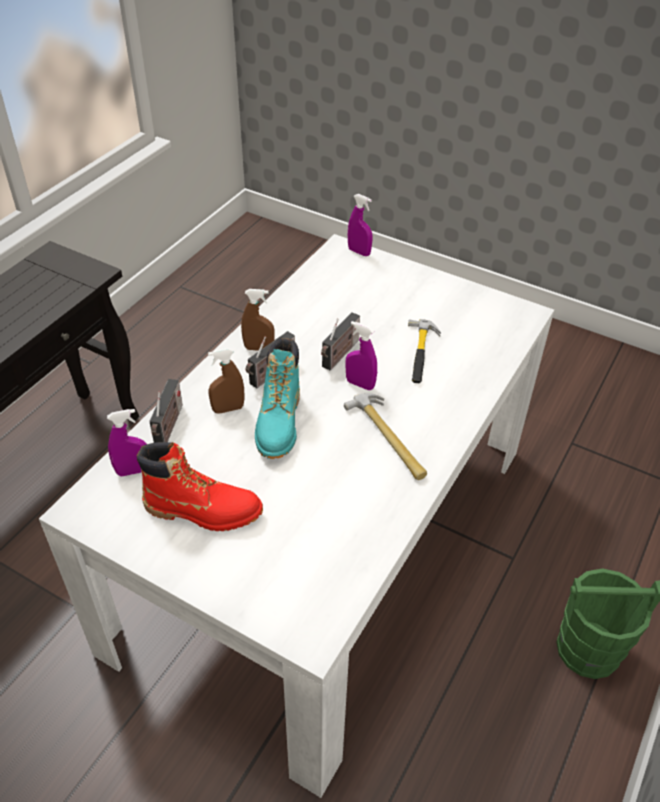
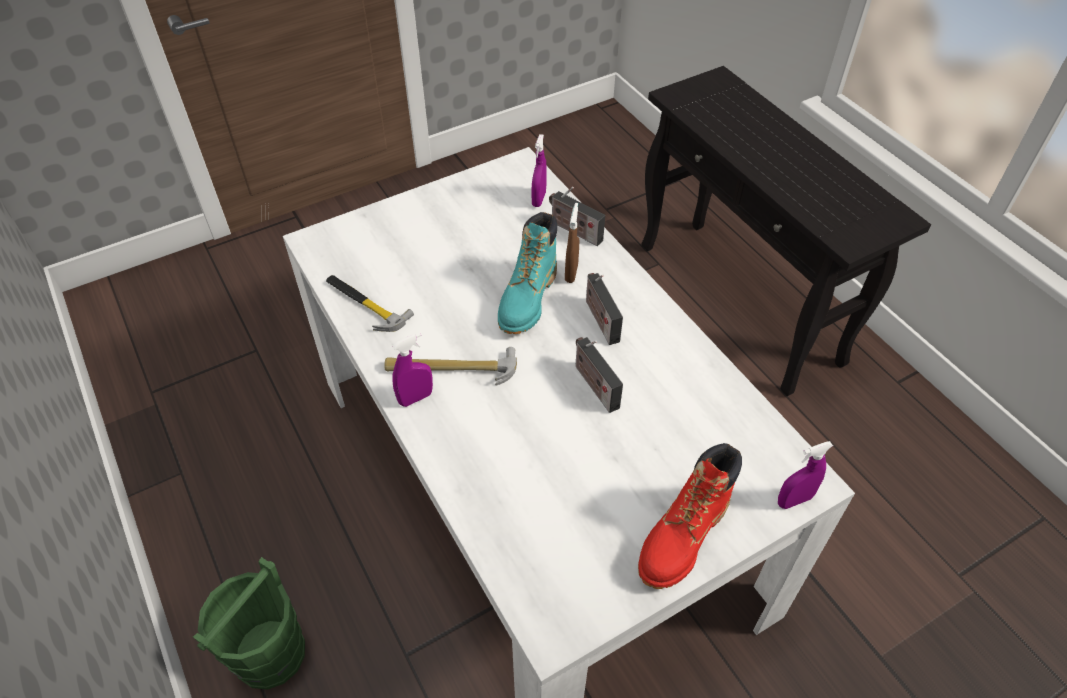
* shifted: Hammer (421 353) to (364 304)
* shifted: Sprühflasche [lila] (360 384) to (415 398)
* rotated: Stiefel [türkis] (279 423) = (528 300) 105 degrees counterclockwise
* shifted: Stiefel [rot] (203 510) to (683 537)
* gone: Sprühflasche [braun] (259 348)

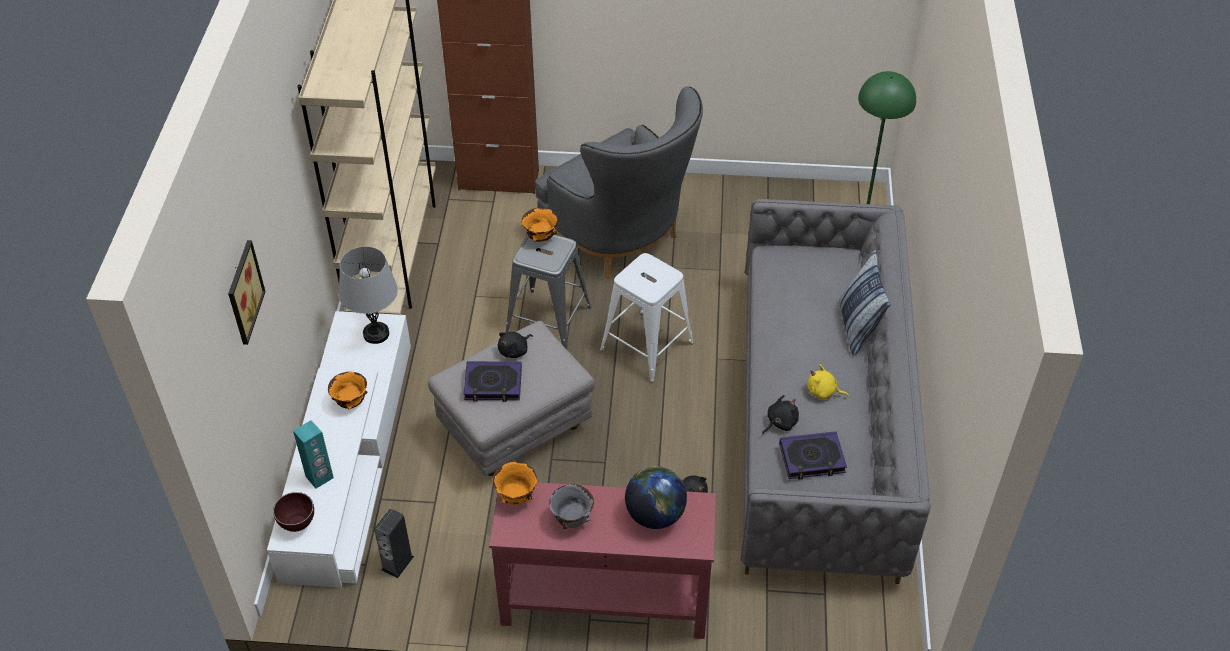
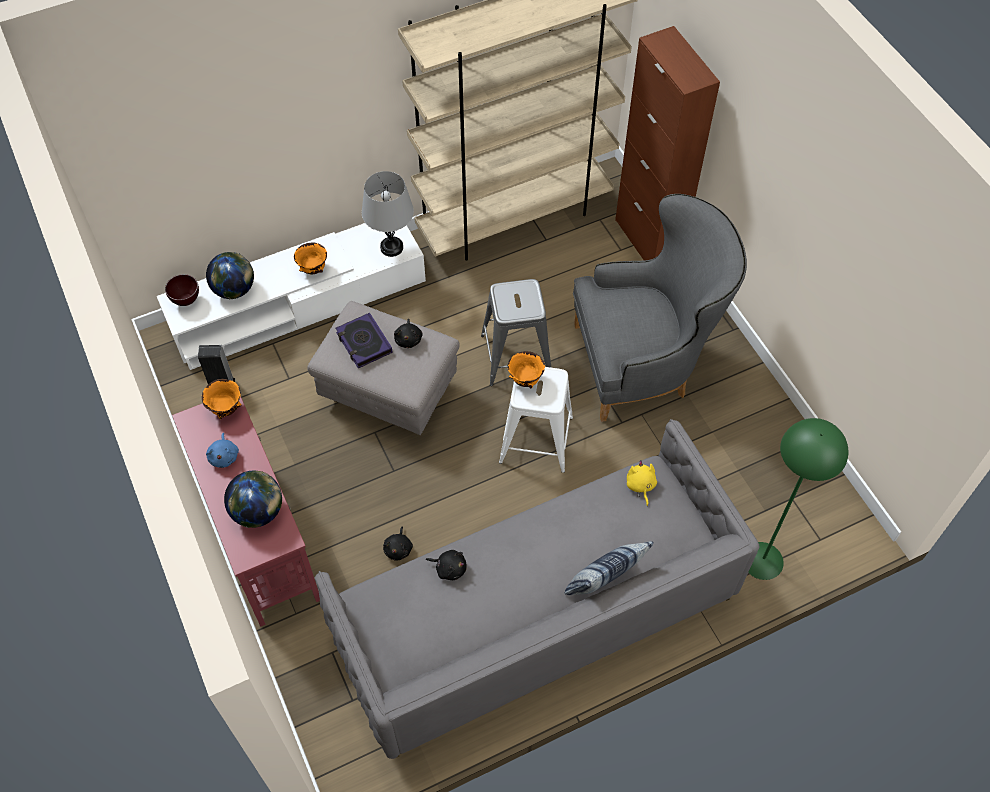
* swapped: Lautsprecher [türkis] (319 477) to Globus (234 290)
* swapped: Schüssel [grau] (572 519) to Plüschtier [blau] (224 456)
* rotated: Plüschtier [schwarz] (515 350) = (408 339) 105 degrees counterclockwise
* shifted: Schüssel [orange] (540 238) to (525 380)
* rotated: Sessel [grau] (623 242) = (644 363) 120 degrees counterclockwise
* shifted: Plüschtier [gelb] (823 392) to (640 486)
* gone: Bild (241 292)
* gone: Buch (812 459)

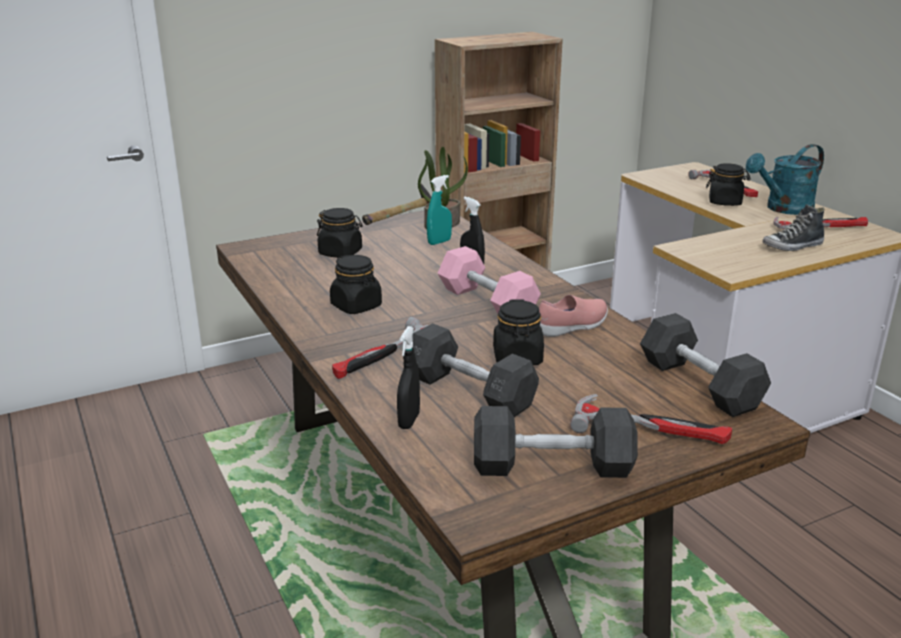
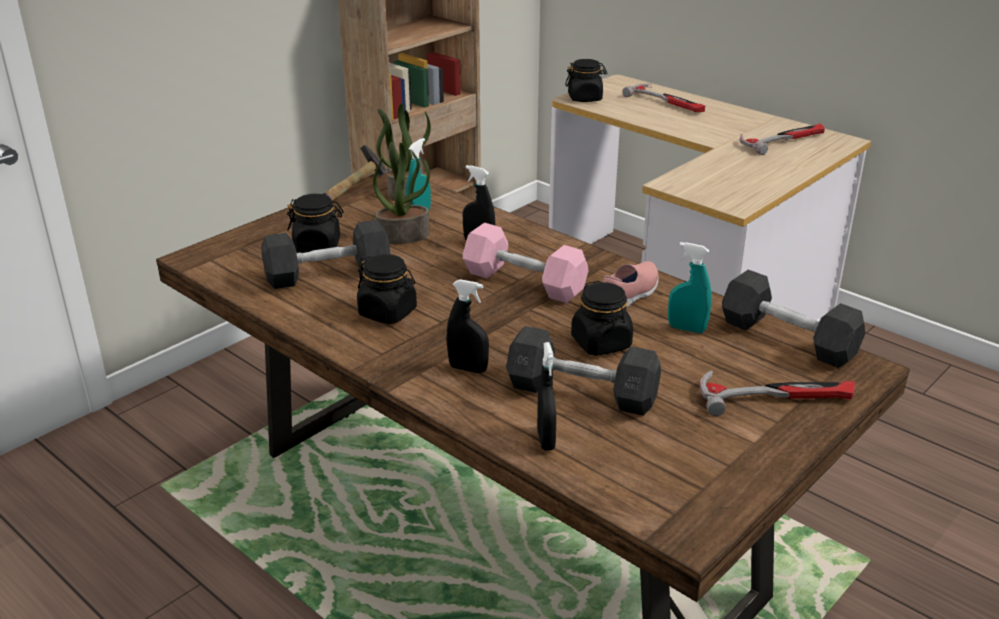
* shifted: Hantel [grau] (552 466) to (328 274)
* new: Topfpflanze (403 235)
* swapped: Hammer (387 356) to Sprühflasche [schwarz] (468 368)
* shifted: Vorratsglas [schwarz] (725 202) to (585 98)
* new: Sprühflasche [türkis] (686 329)
* gone: Gießkanne [türkis] (783 209)
* gone: Schuh (793 246)

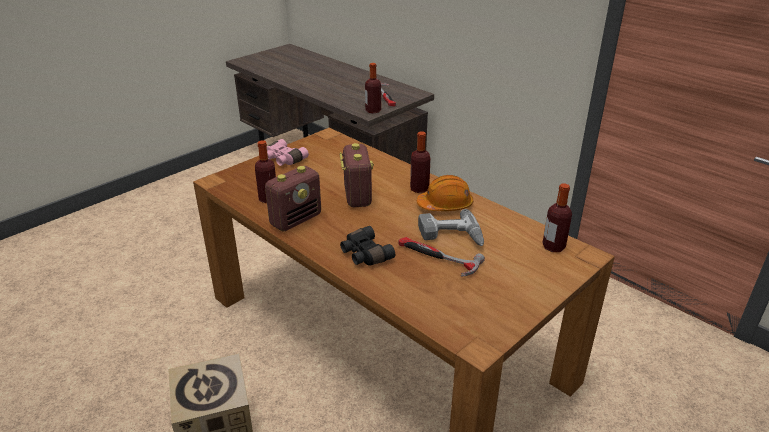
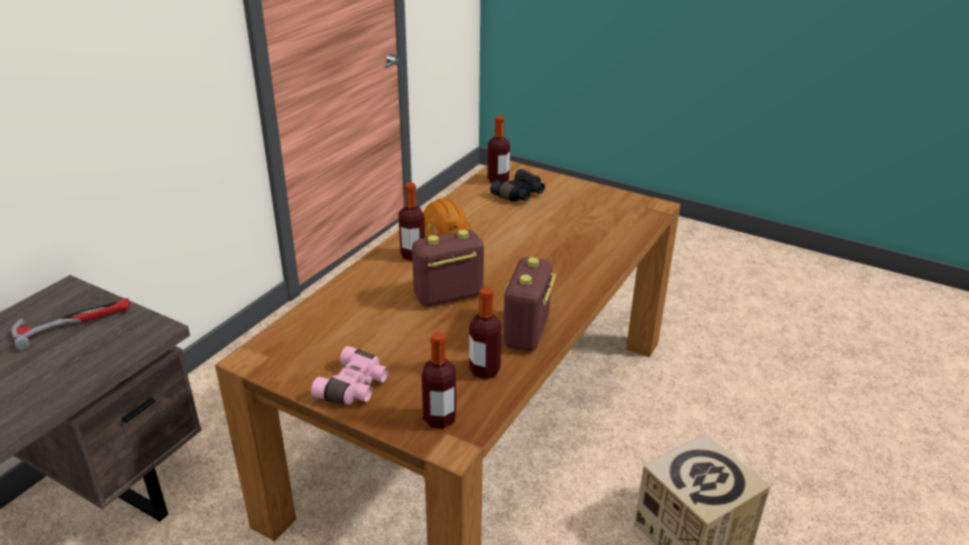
* shifted: Flasche (373 111) to (439 419)
* shifted: Fernglas [schwarz] (364 254) to (520 194)
* rotated: Radio (296 220) = (526 333) 105 degrees counterclockwise
* gone: Hammer (437 258)
* gone: Bohrmaschine (451 237)

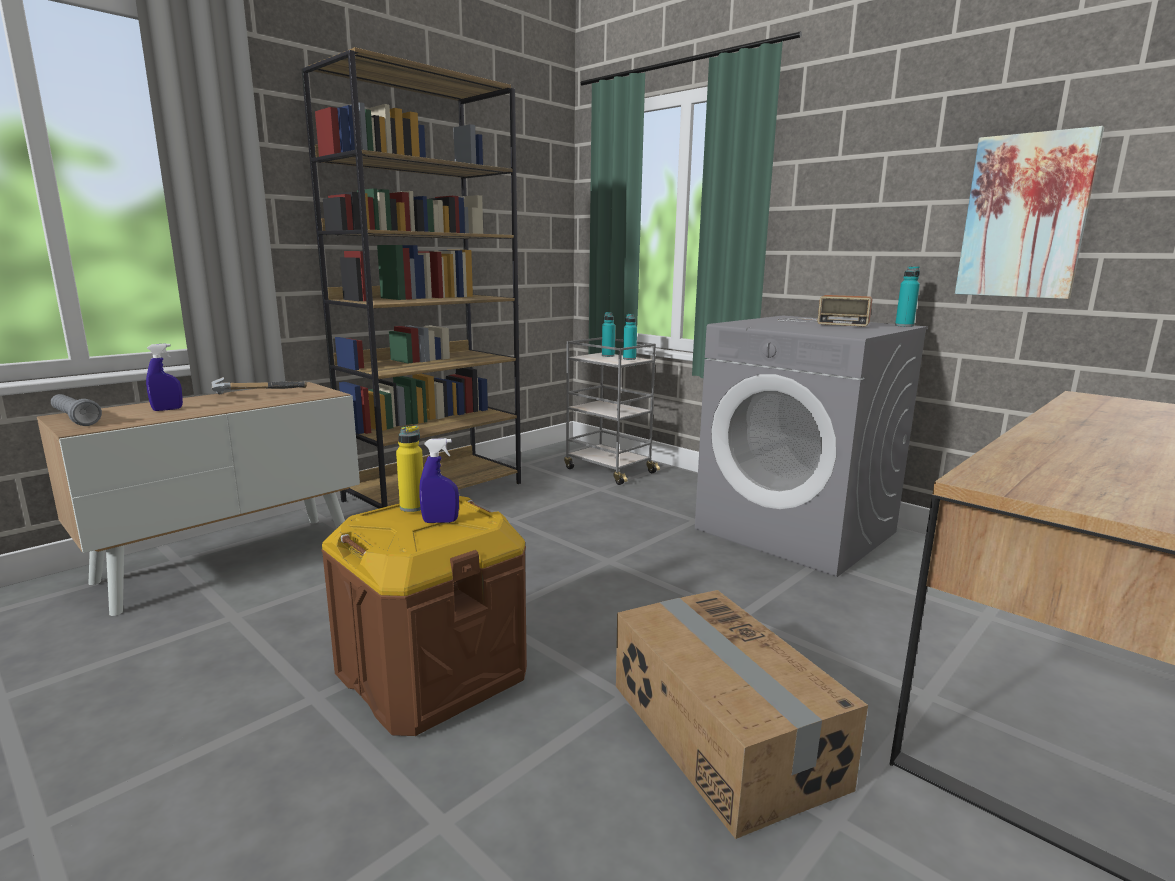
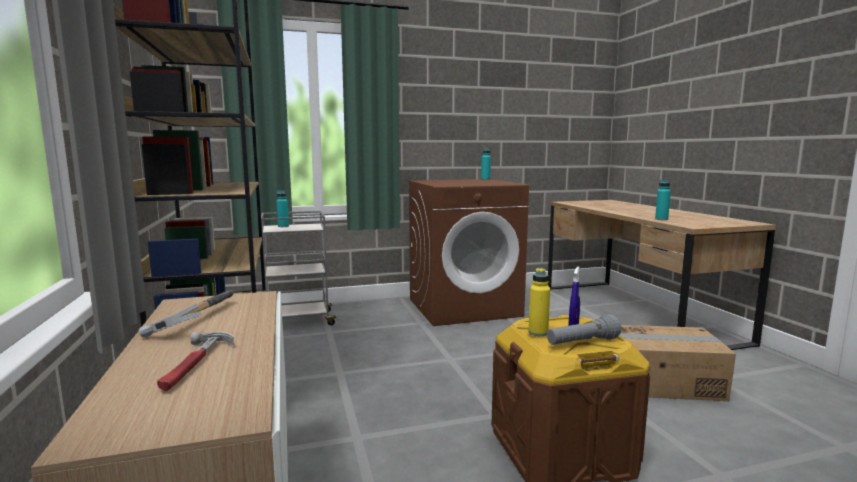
* swapped: Sprühflasche [blau] (167 409) to Hammer (195 364)
* repainted: Waschmaschine [grau] (797 531) to Waschmaschine [braun] (464 307)
* shifted: Taschenlampe [grau] (75 420) to (582 343)
* shifted: Flasche [türkis] (629 359) to (661 219)
* gone: Radio (819 322)
* gone: Bild (1024 217)

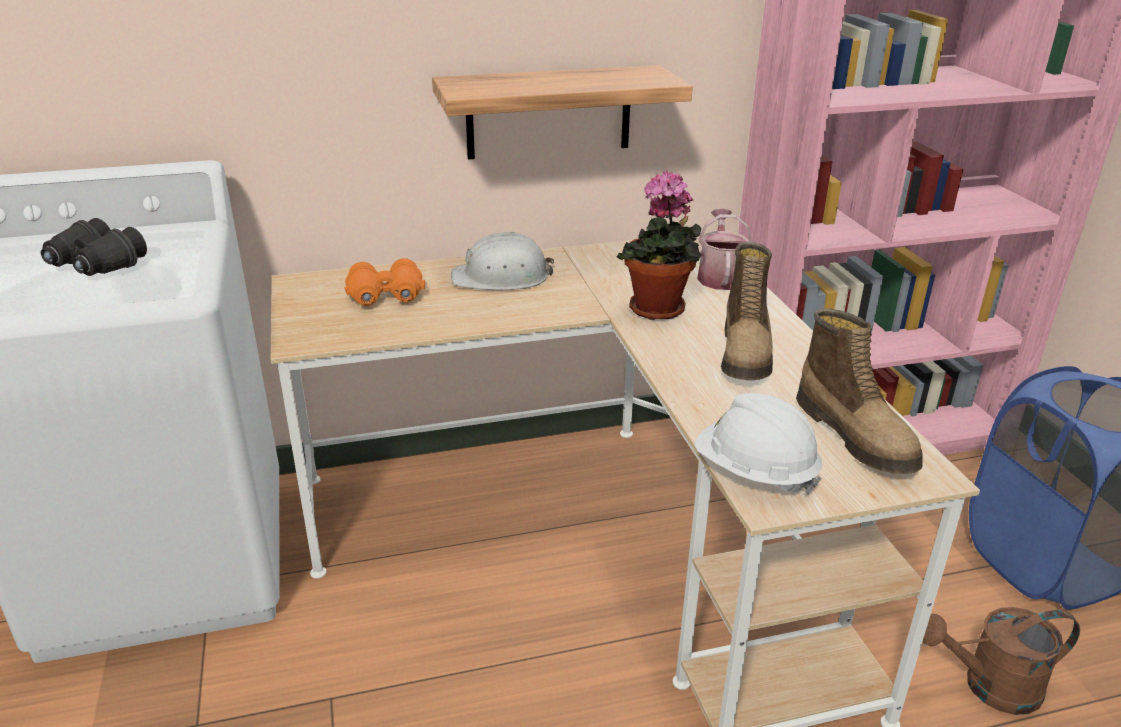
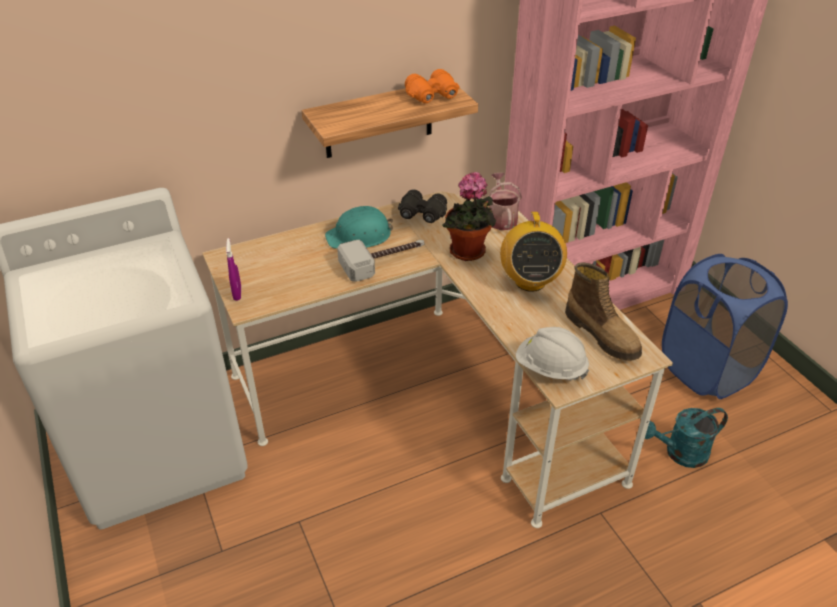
* new: Sprühflasche [lila] (237 294)
* repainted: Schutzhelm [weiß] (502 277) to Schutzhelm [türkis] (359 236)
* new: Hammer (384 261)
* shifted: Fernglas [schwarz] (96 265) to (422 215)
* shifted: Fernglas [orange] (386 297) to (433 97)
* swapped: Stiefel (746 353) to Radio (529 281)
* repainted: Gießkanne [braun] (989 687) to Gießkanne [türkis] (679 453)

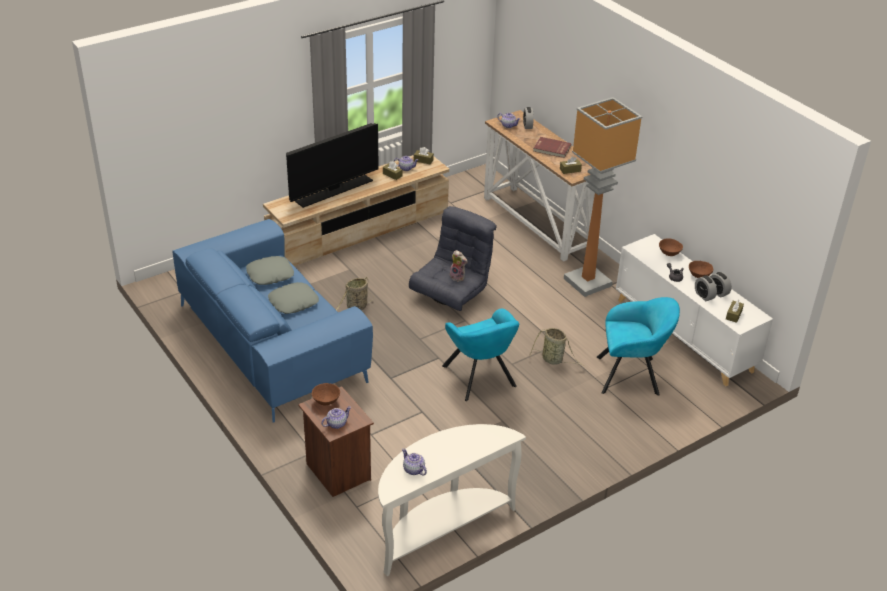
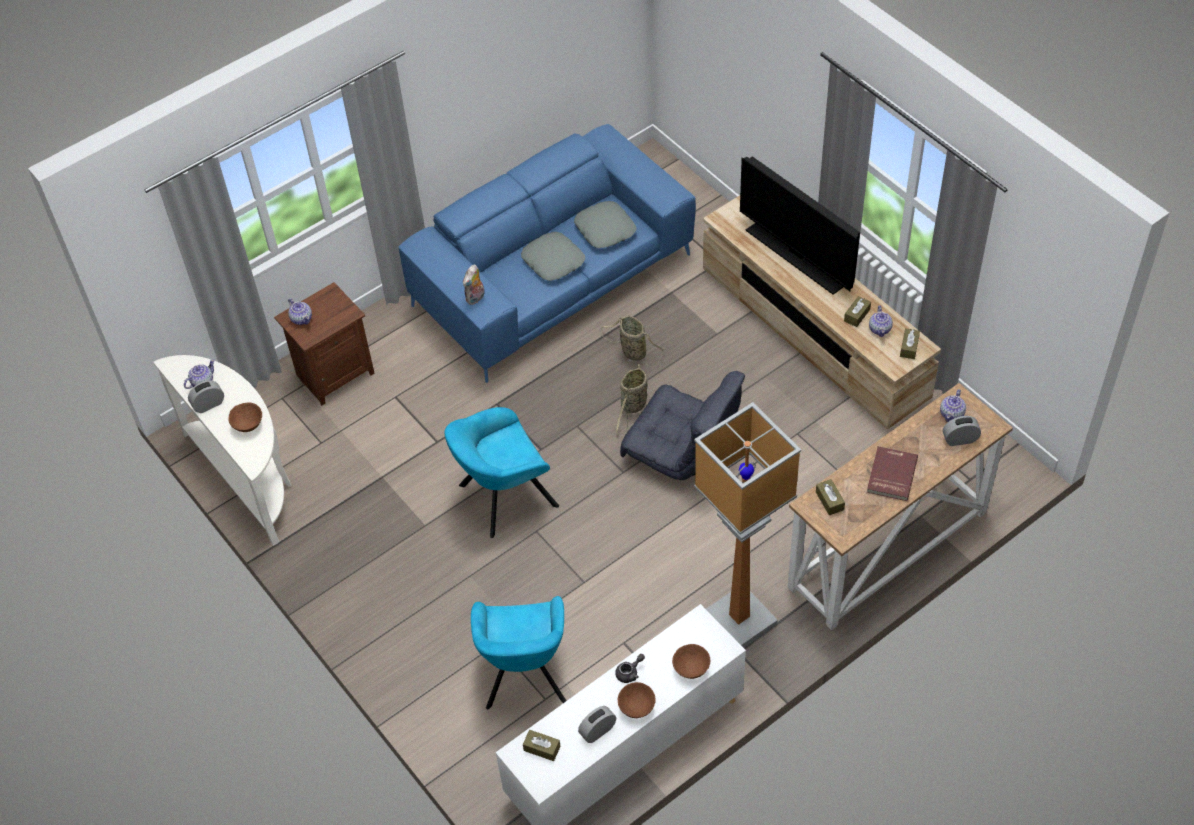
* shifted: Wecker (704 296) to (209 404)
* shifted: Schüssel [braun] (326 401) to (248 425)
* shifted: Plüschtier (458 277) to (476 298)
* shifted: Korb (554 360) to (633 406)

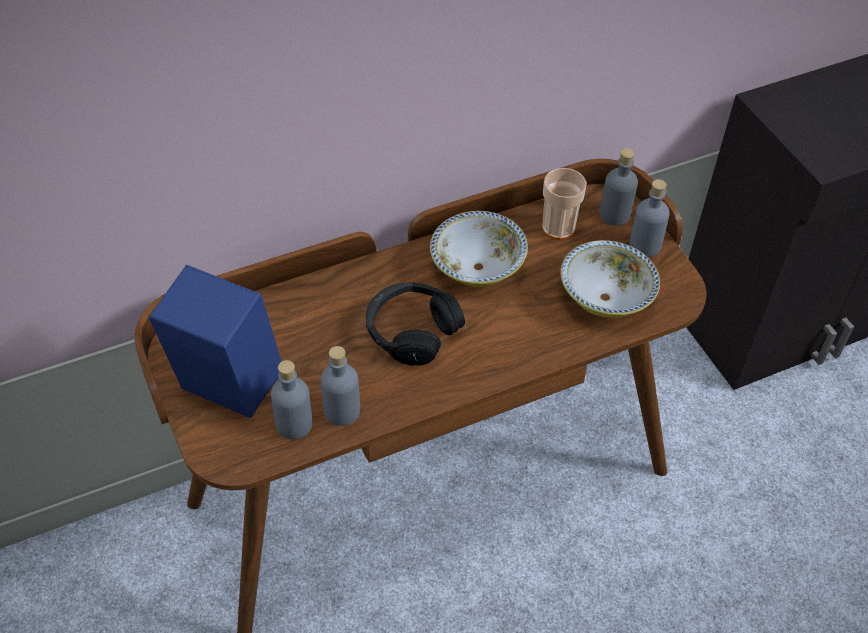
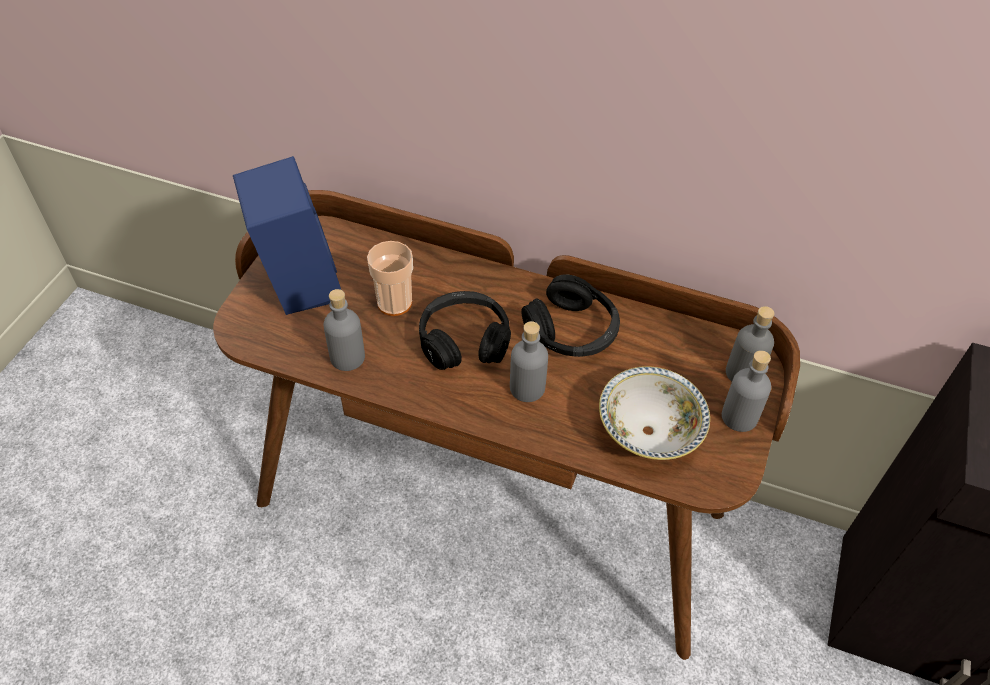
* shifted: Tasse (558 228) to (394 303)
* shifted: Flasche [grau] (294 424) to (527 388)
* swapped: Schüssel (477 268) to Kopfhörer [schwarz] (572 331)

